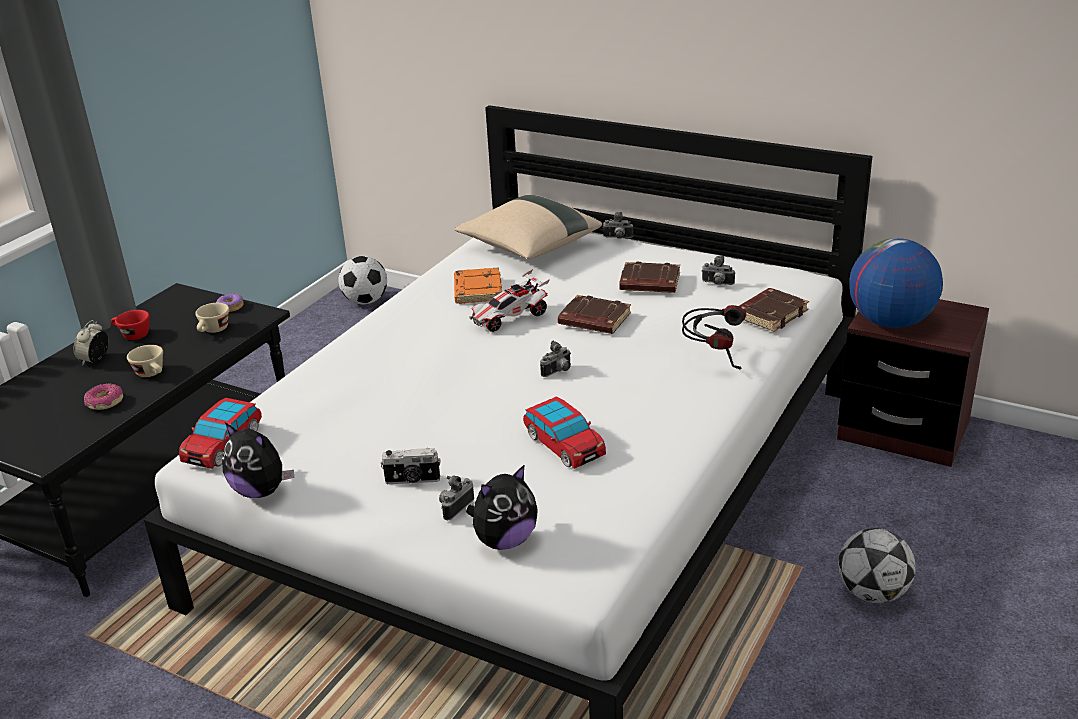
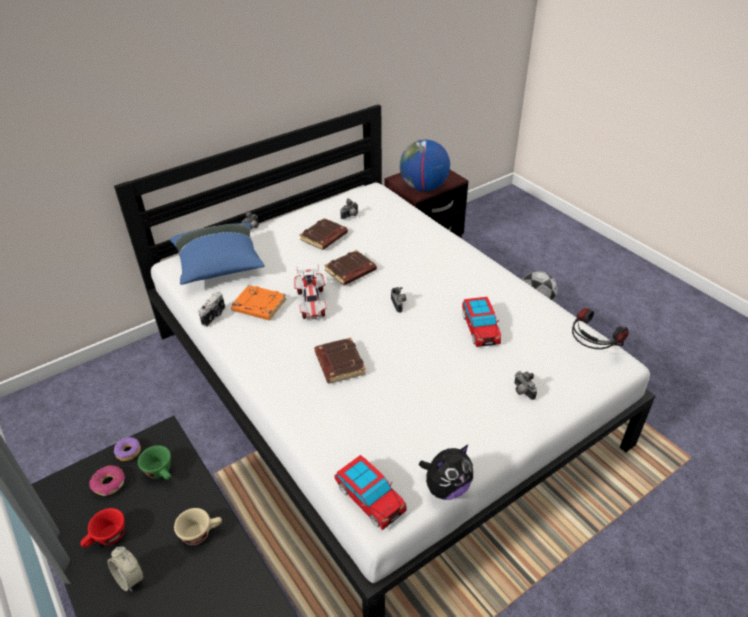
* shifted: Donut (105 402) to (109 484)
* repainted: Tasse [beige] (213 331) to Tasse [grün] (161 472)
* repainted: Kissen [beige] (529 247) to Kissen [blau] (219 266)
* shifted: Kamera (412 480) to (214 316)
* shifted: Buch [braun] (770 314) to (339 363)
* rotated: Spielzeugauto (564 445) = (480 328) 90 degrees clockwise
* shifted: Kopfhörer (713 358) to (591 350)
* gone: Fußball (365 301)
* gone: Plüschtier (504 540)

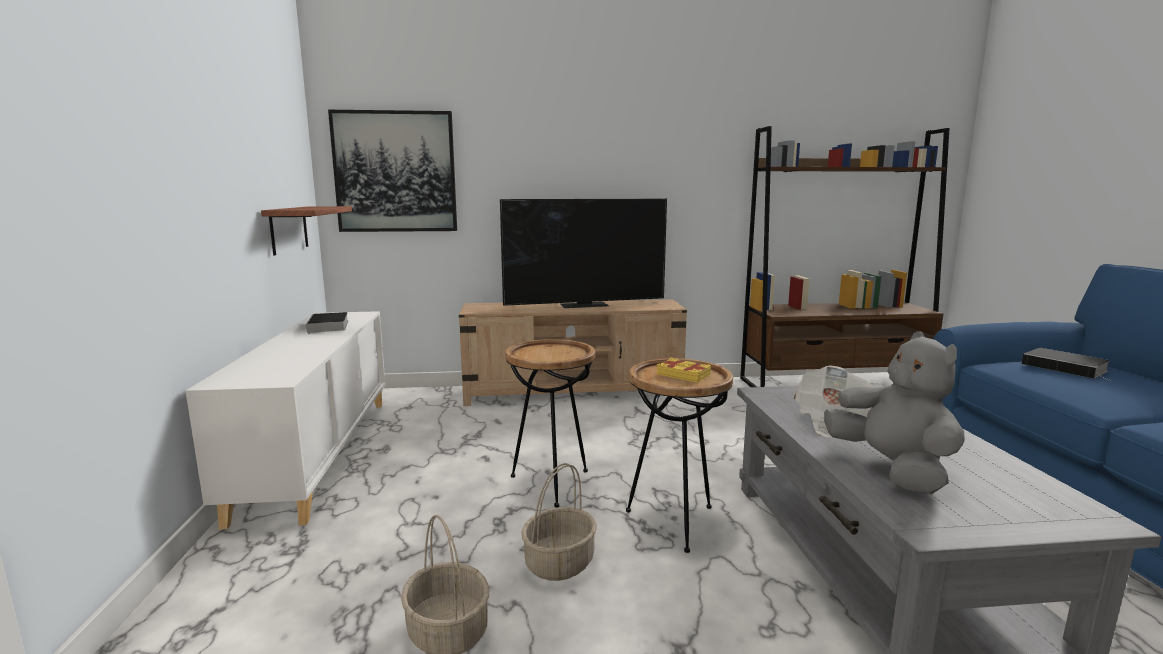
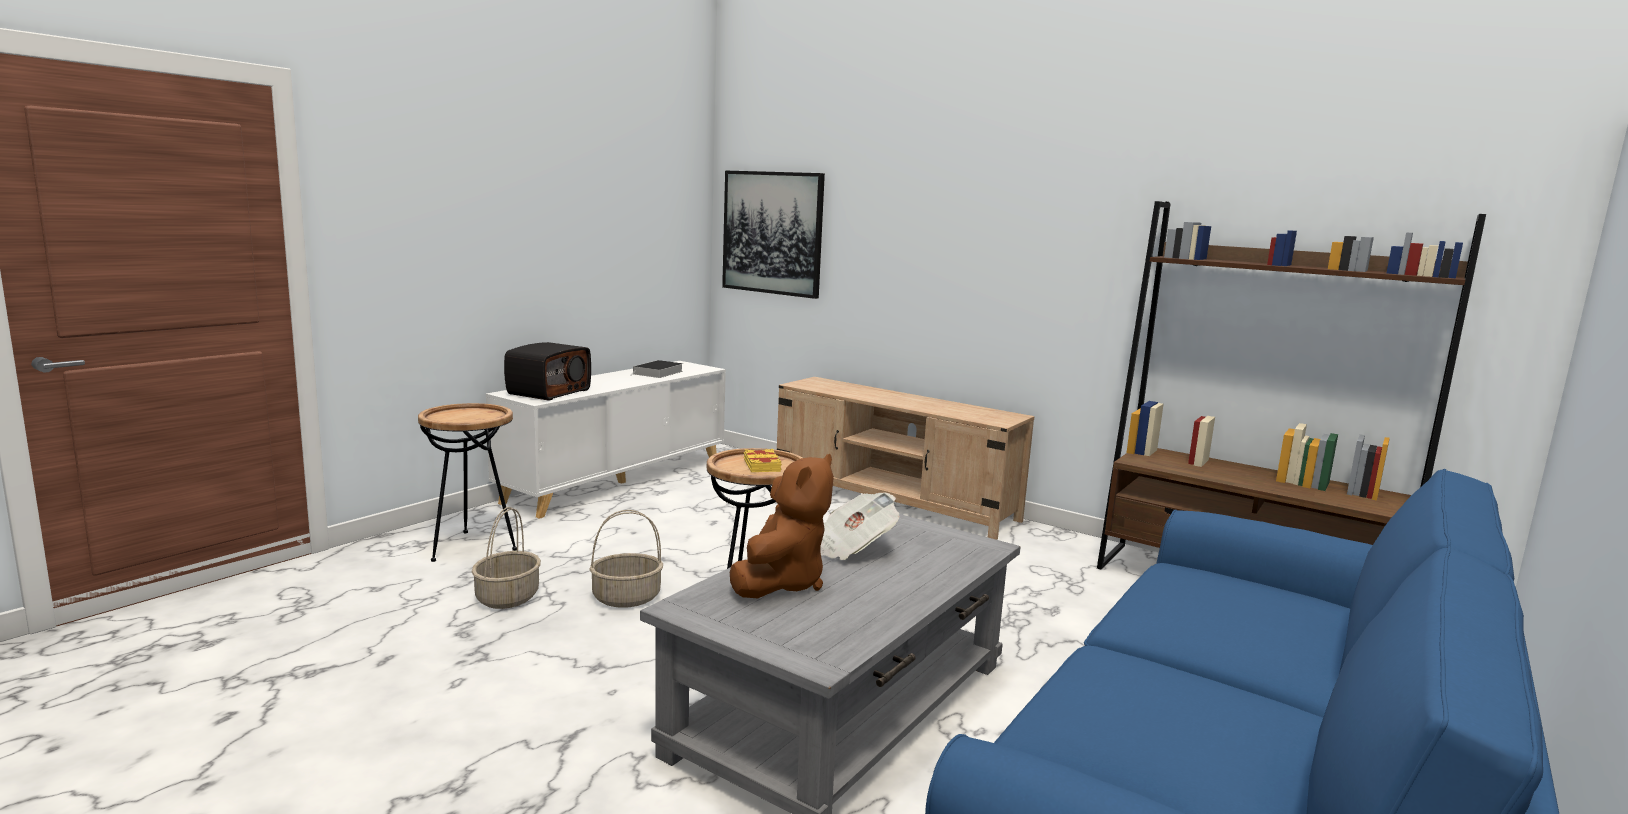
* shifted: Beistelltisch [braun] (552 483) to (472 547)
* new: Radio (548 392)
* repainted: Plüschtier [grau] (892 469) to Plüschtier [braun] (781 582)
* gone: Wandregal (289 229)
* gone: Fernseher (585 304)
* gone: Buch (1067 368)

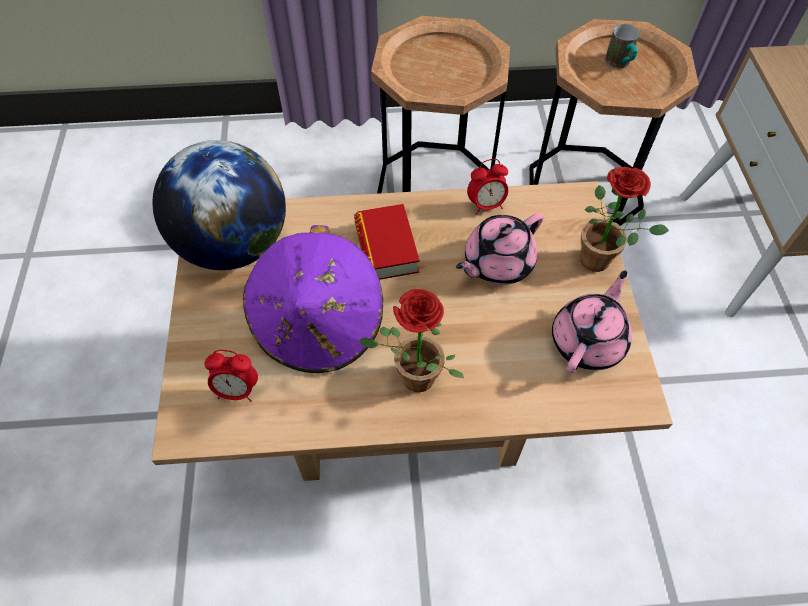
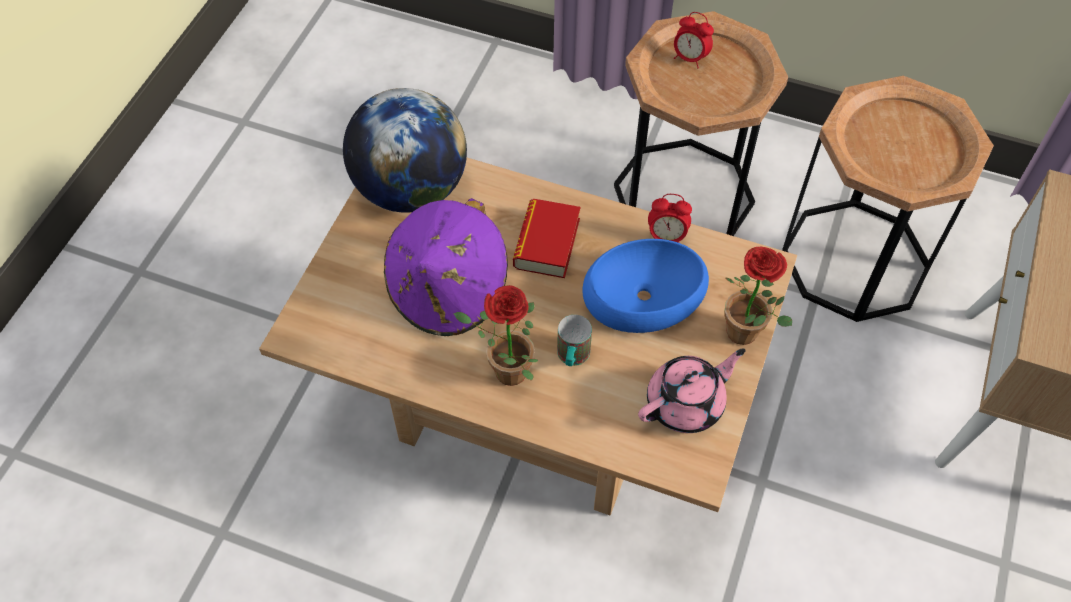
* shifted: Henkelbecher (619 64) to (572 358)
* swapped: Teekanne [rosa] (497 263) to Schüssel [blau] (643 298)
* shifted: Wecker (237 390) to (689 58)

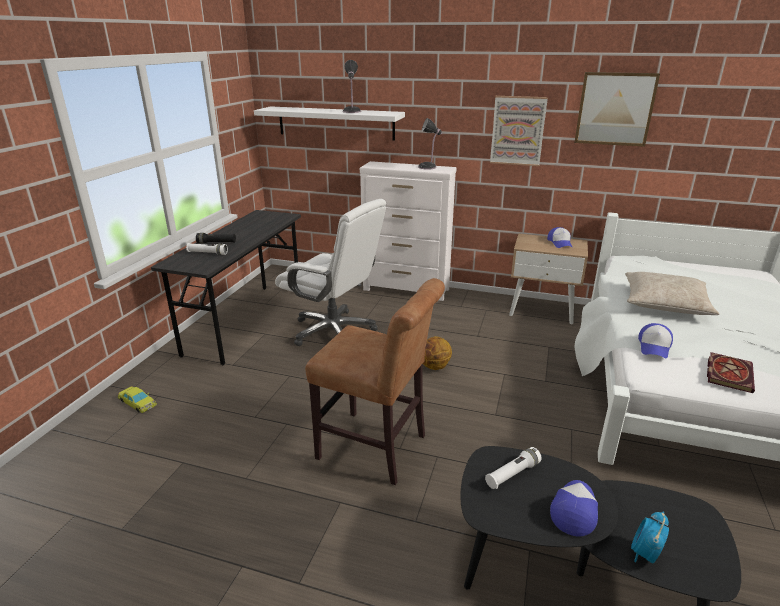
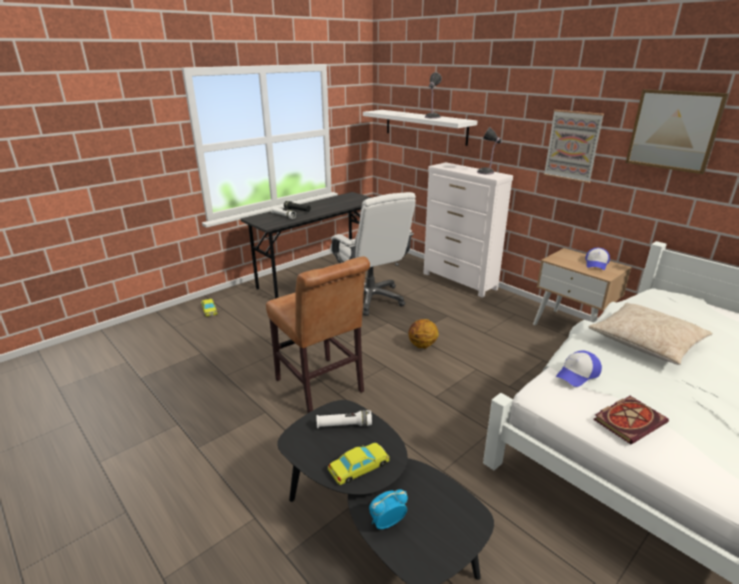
* swapped: Kappe (574 510) to Spielzeugauto [gelb] (359 466)

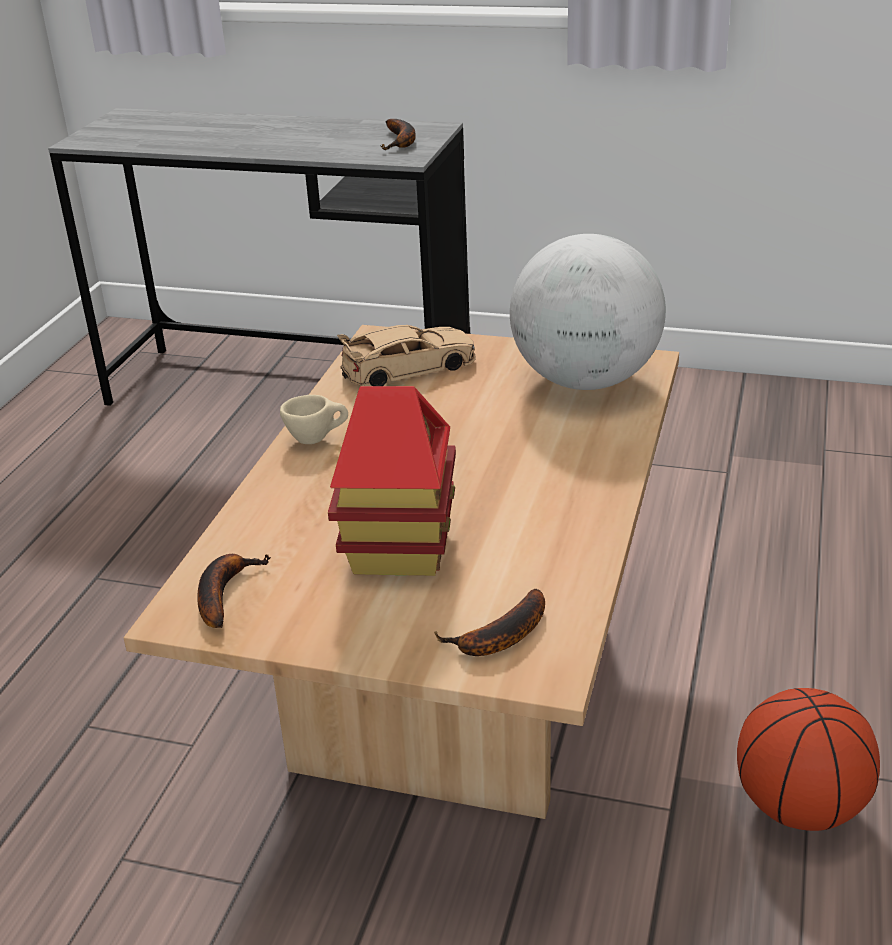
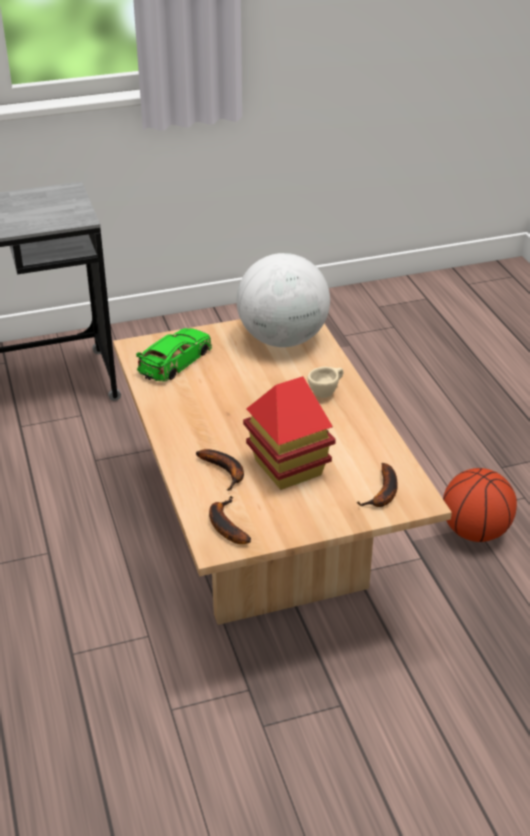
* repainted: Spielzeugauto [beige] (408 368) to Spielzeugauto [grün] (175 361)
* shifted: Banane (401 141) to (225 471)
* shifted: Tasse [beige] (317 439) to (326 392)

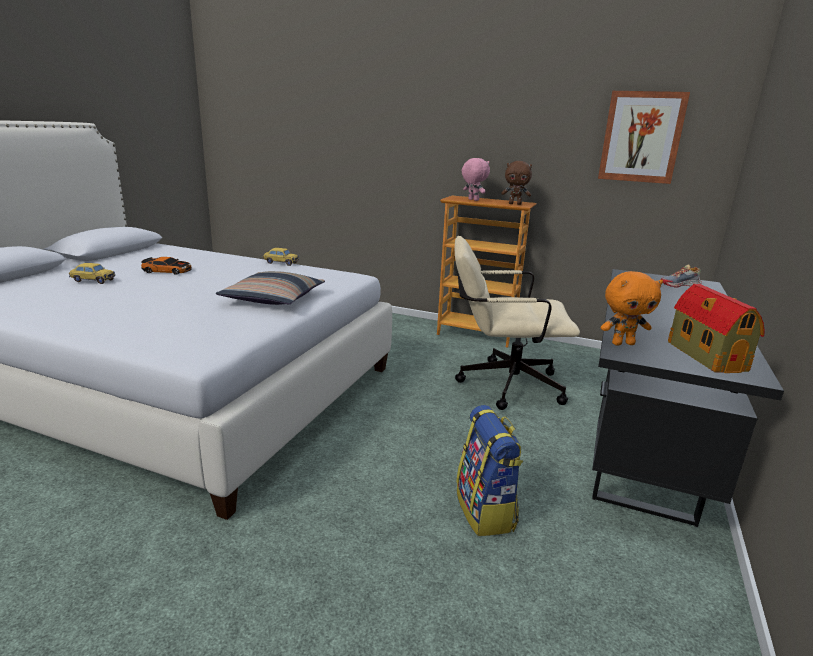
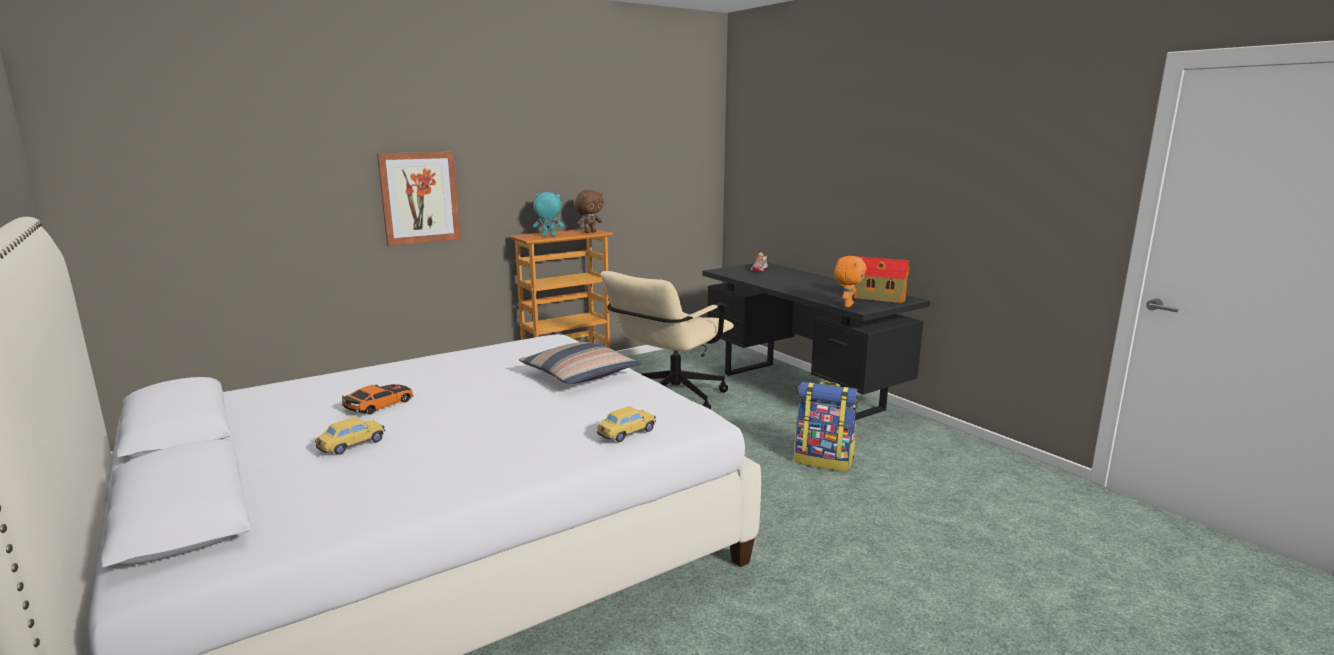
* shifted: Bild (641 137) to (419 197)
* repainted: Plüschtier [rosa] (472 200) to Plüschtier [türkis] (548 236)
* shifted: Spielzeugauto (281 263) to (626 433)

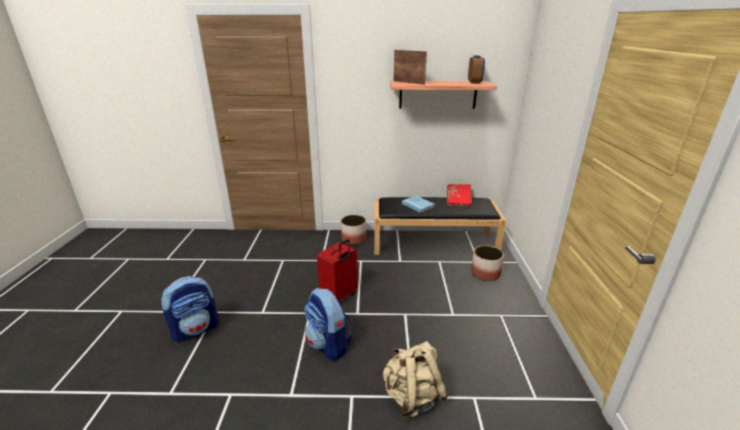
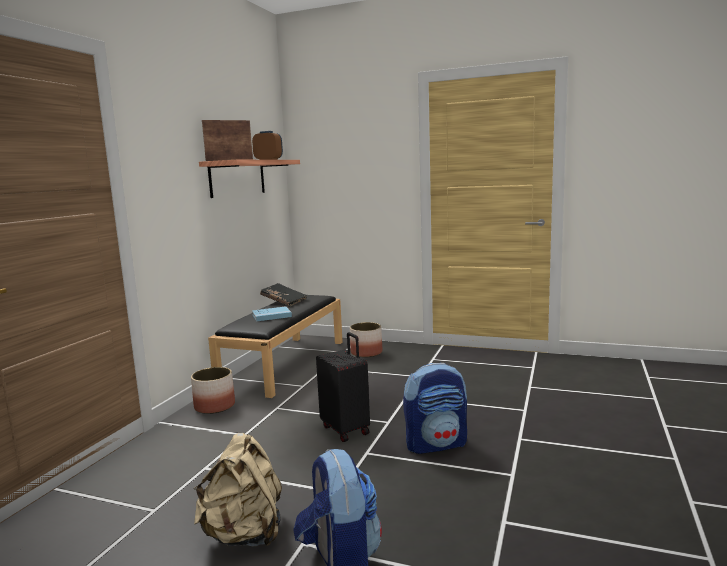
* shifted: Rucksack [beige] (412 397) to (244 534)
* repainted: Buch [rot] (458 200) to Buch [schwarz] (284 301)
* repainted: Koffer [rot] (339 297) to Koffer [schwarz] (346 429)

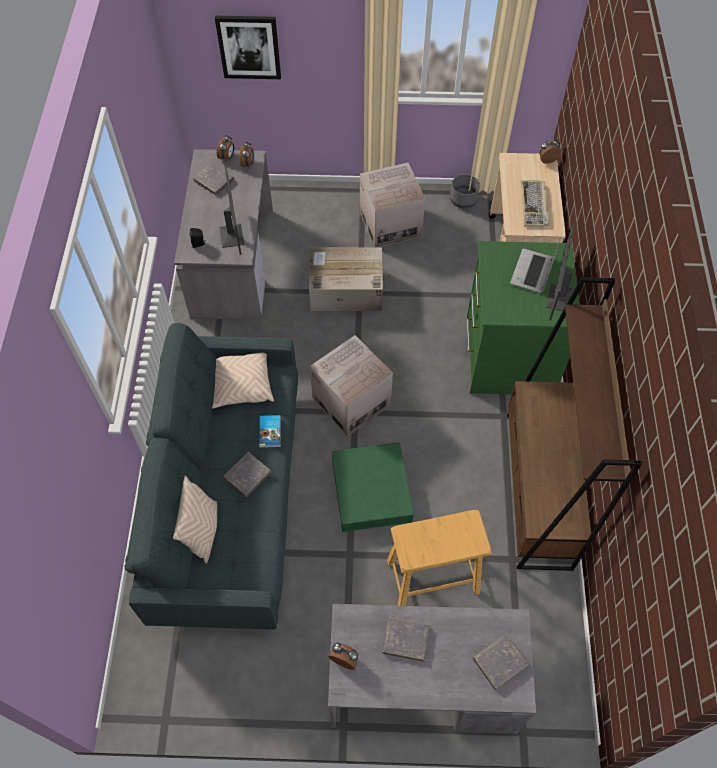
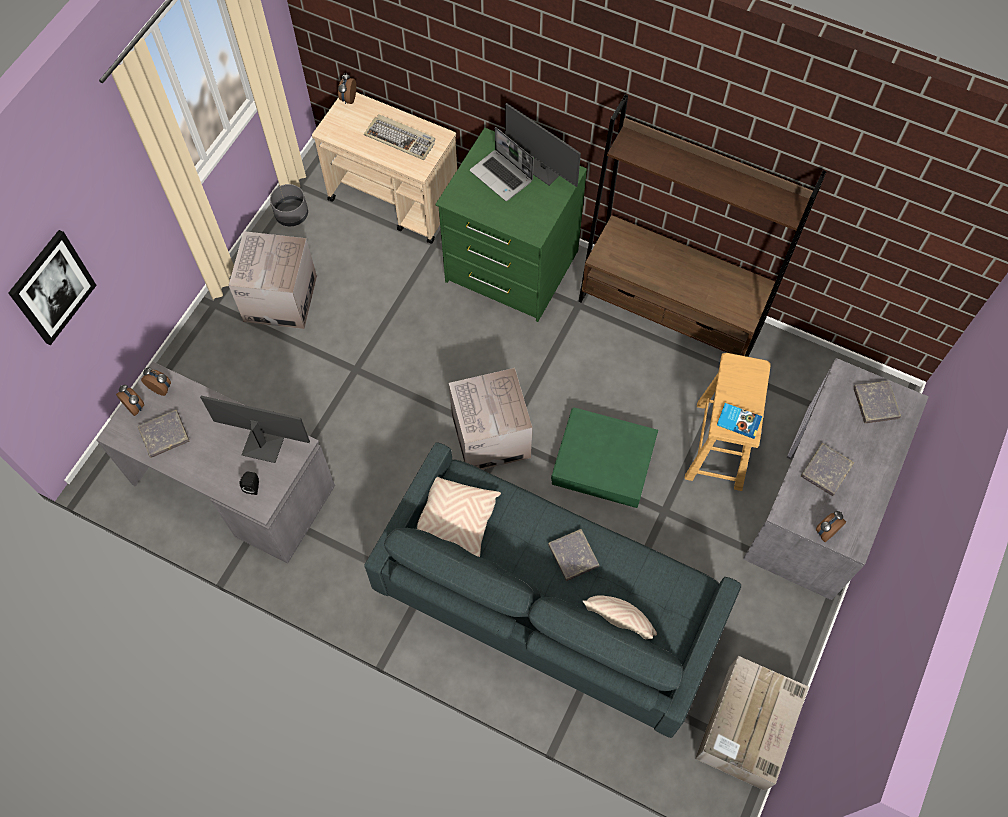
* shifted: Karton (345 290) to (746 729)
* shifted: Buch (270 432) to (738 421)

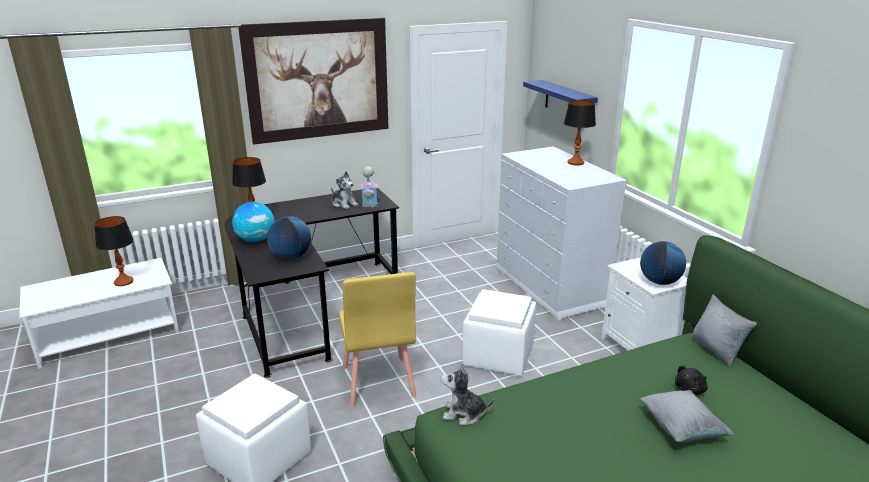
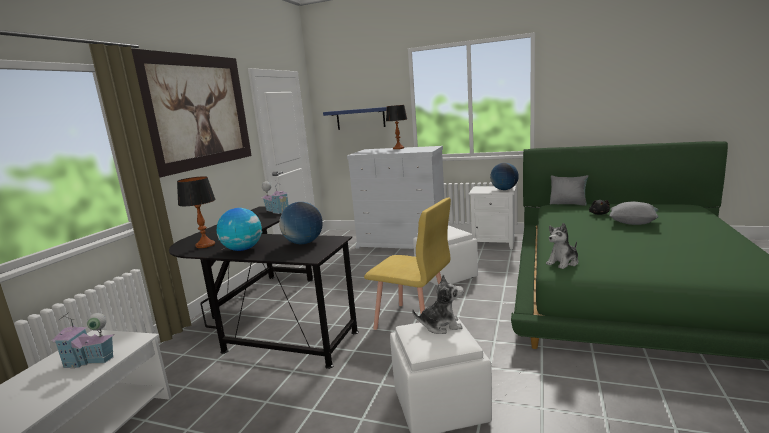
* swapped: Tischlampe (124 282) to Spielzeughaus (89 361)
* shifted: Plüschtier (344 204) to (441 325)

